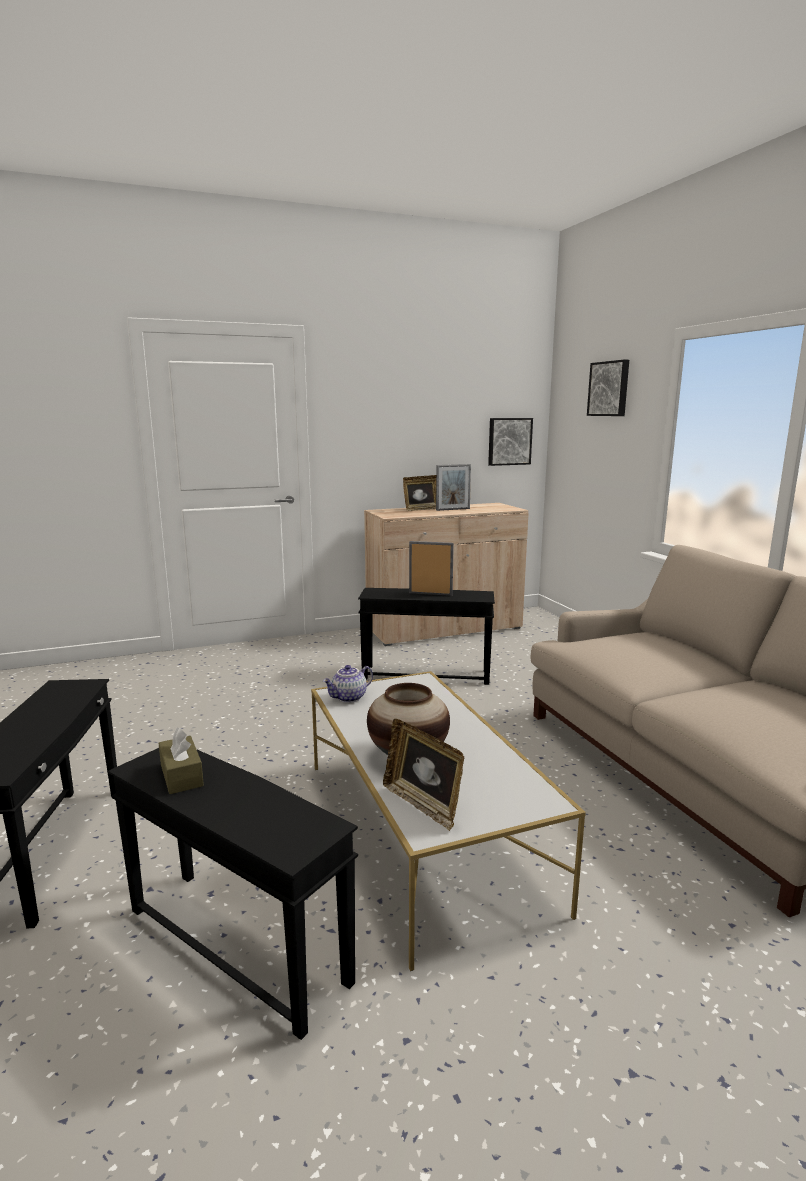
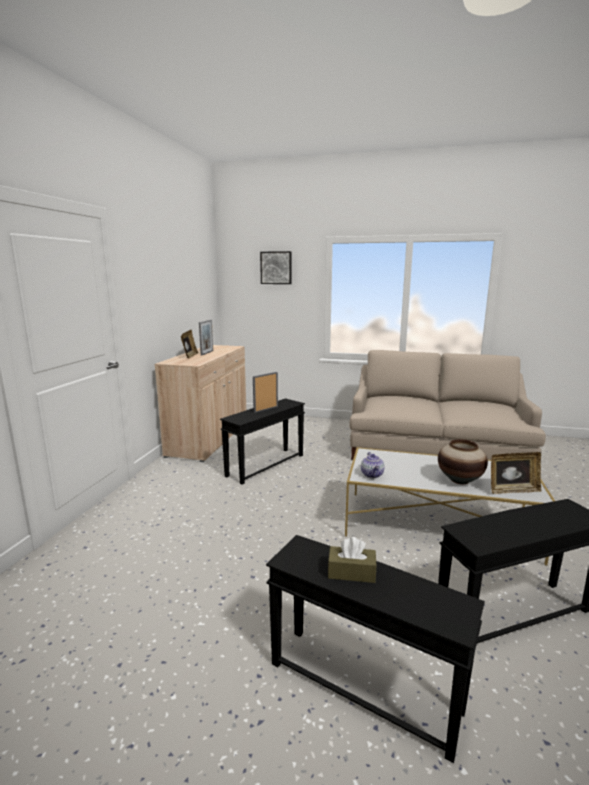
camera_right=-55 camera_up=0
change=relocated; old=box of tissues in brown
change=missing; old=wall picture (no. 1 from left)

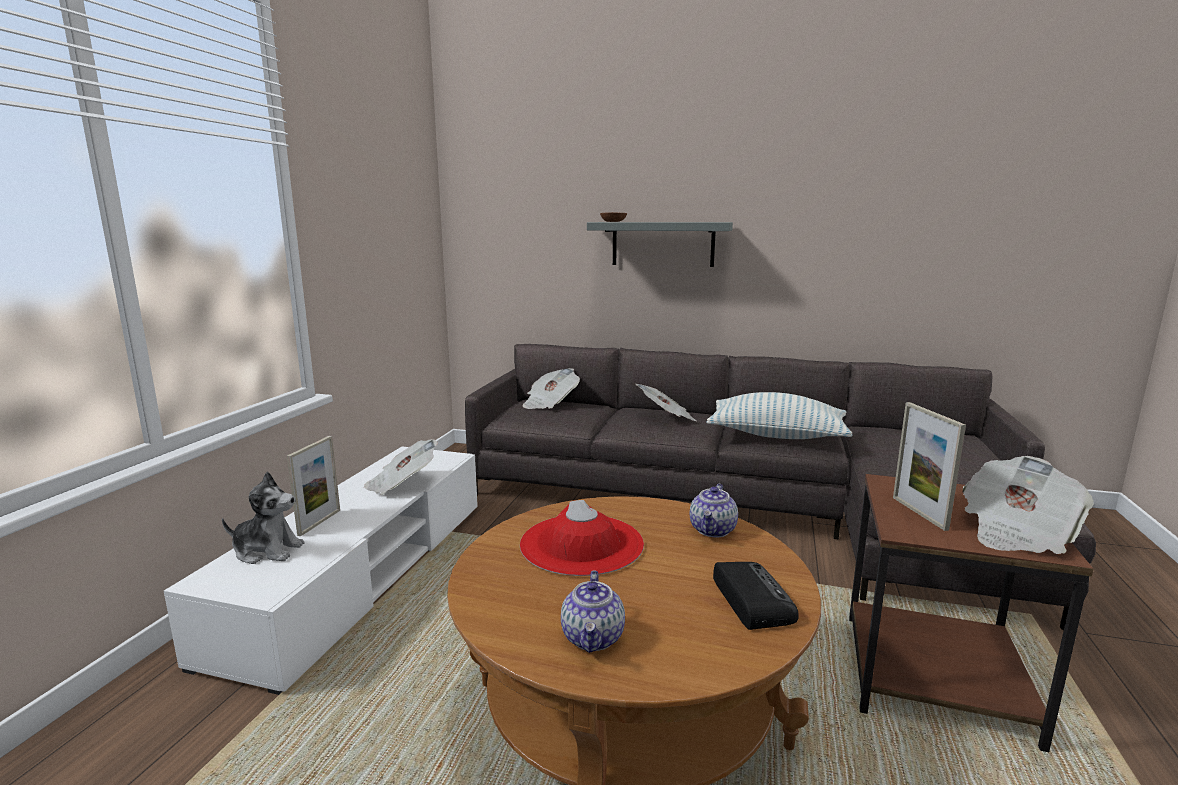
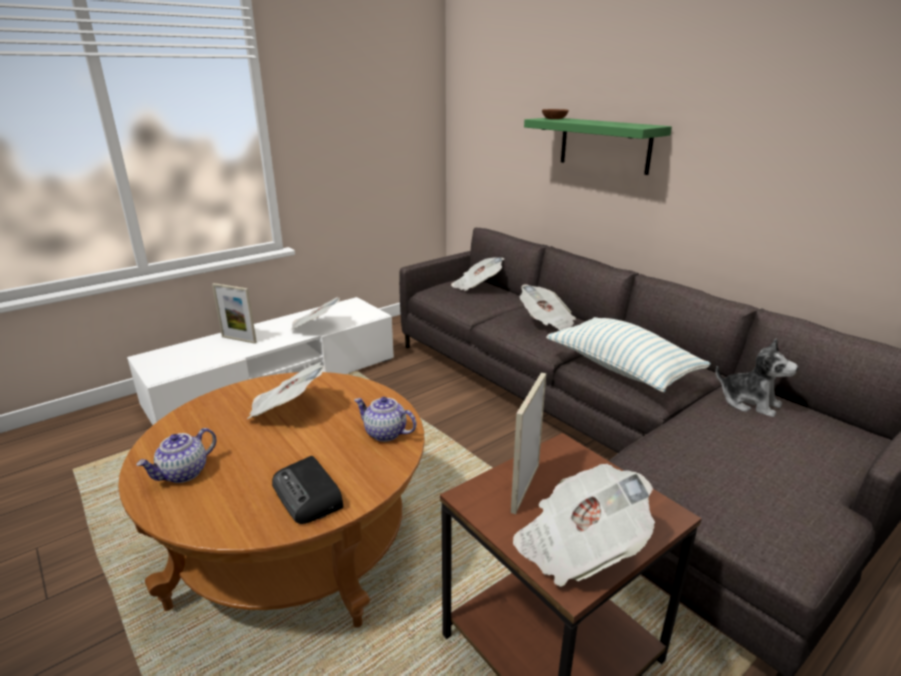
camera_right=35 camera_up=10
change=spun; old=photo frame (no. 1 from left); degrees=60
change=exchanged; old=wearable hat in red-coloured; new=newspaper (no. 1 from left)
change=spun; old=radio; degrees=120
change=spun; old=teapot (no. 2 from left); degrees=60
change=colour; old=bracket shelf in gray; new=bracket shelf in green-coloured
change=relocated; old=cuddly toy

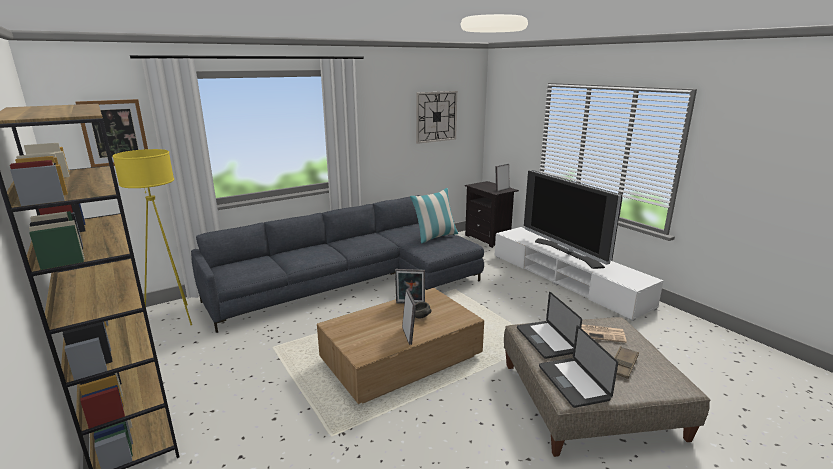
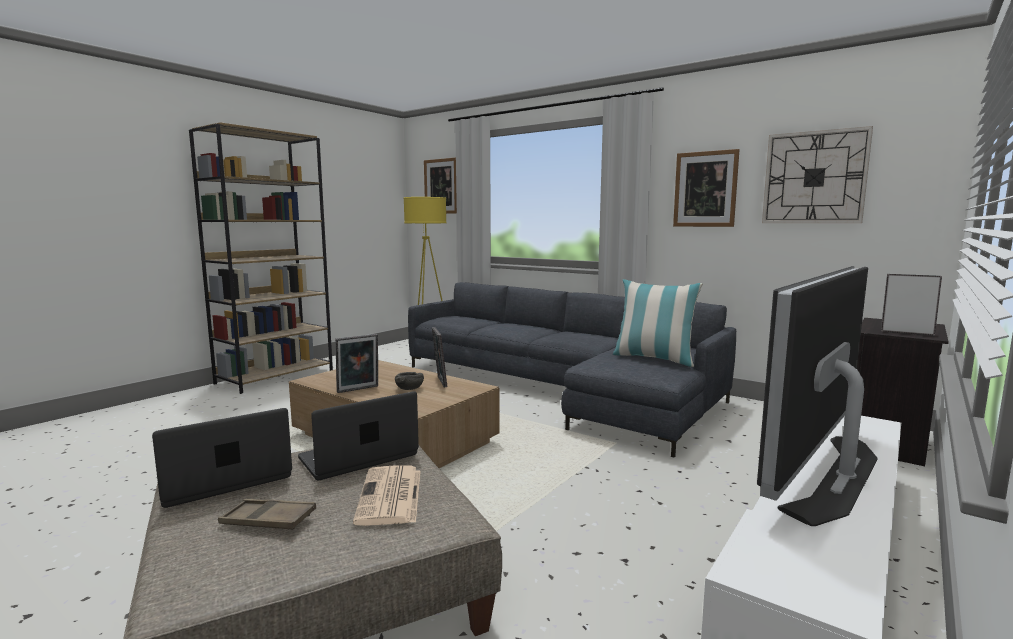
camera_right=70 camera_up=-10
change=appeared; new=wall picture (no. 2 from left)

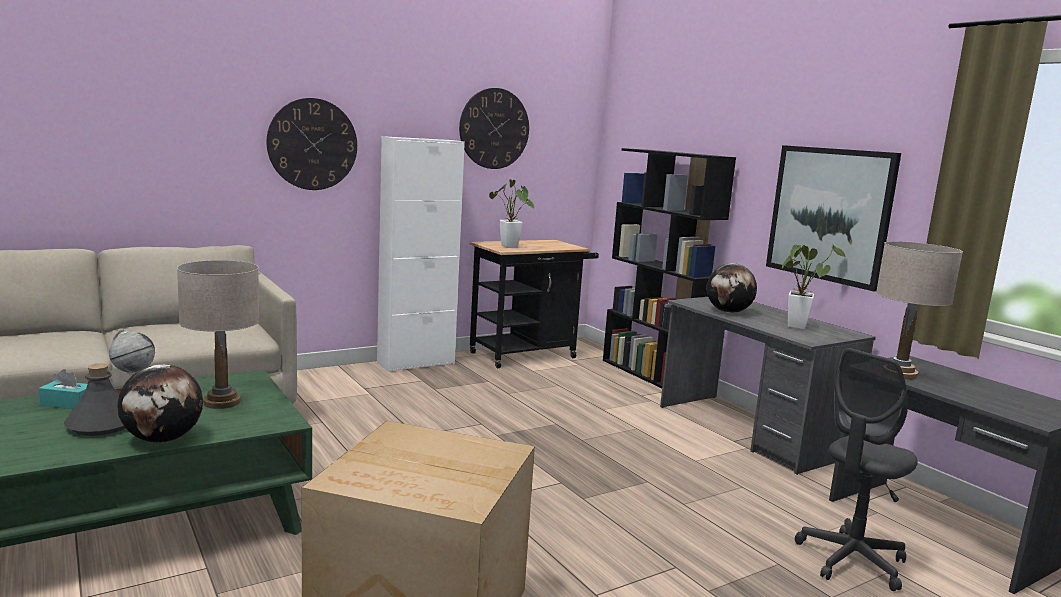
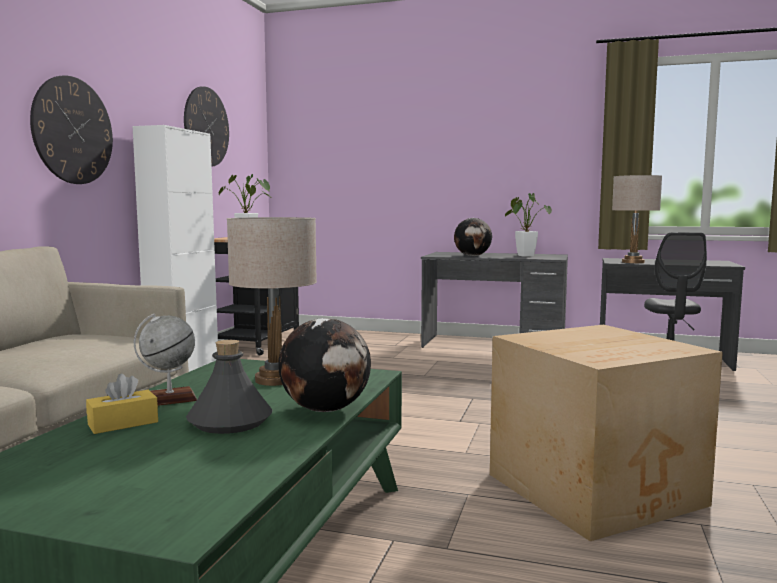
camera_right=-40 camera_up=-5
change=colour; old=box of tissues in turquoise-coloured; new=box of tissues in yellowish
change=missing; old=bookcase in black-coloured
change=missing; old=wall picture

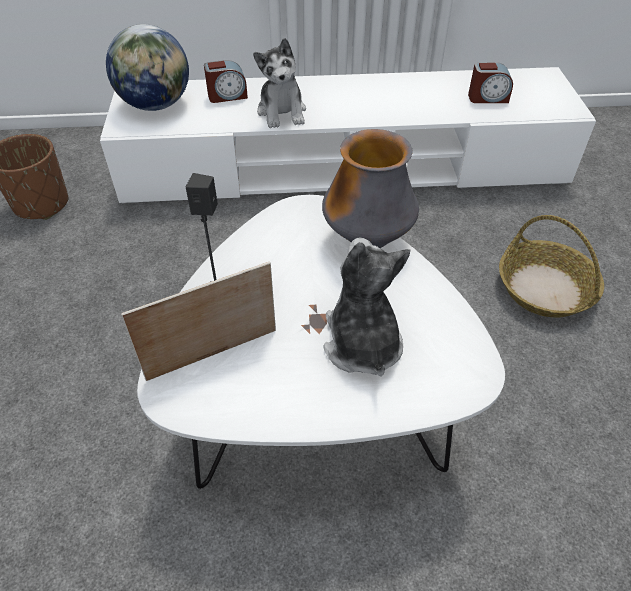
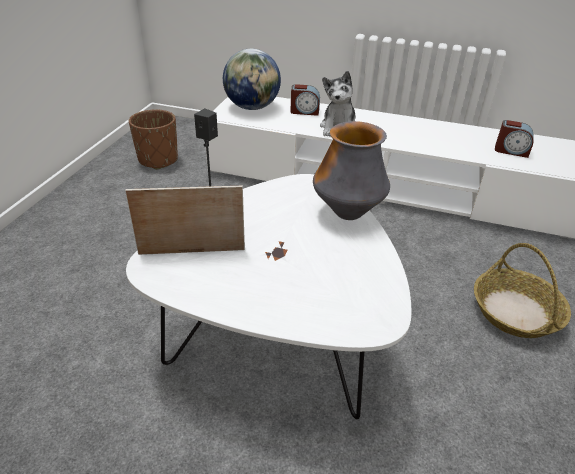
camera_right=20 camera_up=-10
change=missing; old=cuddly toy (no. 2 from left)

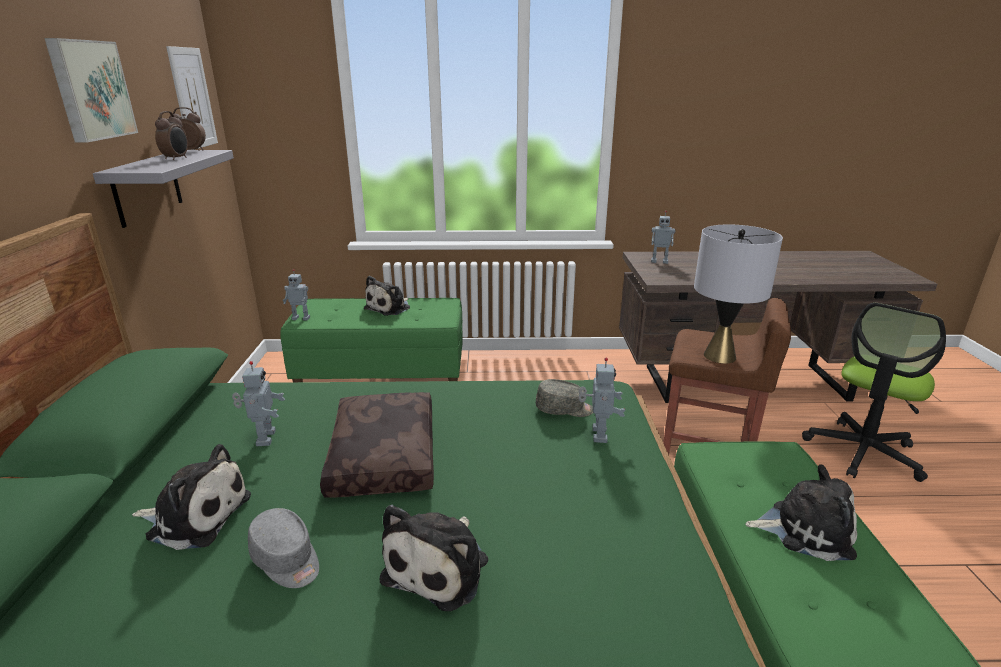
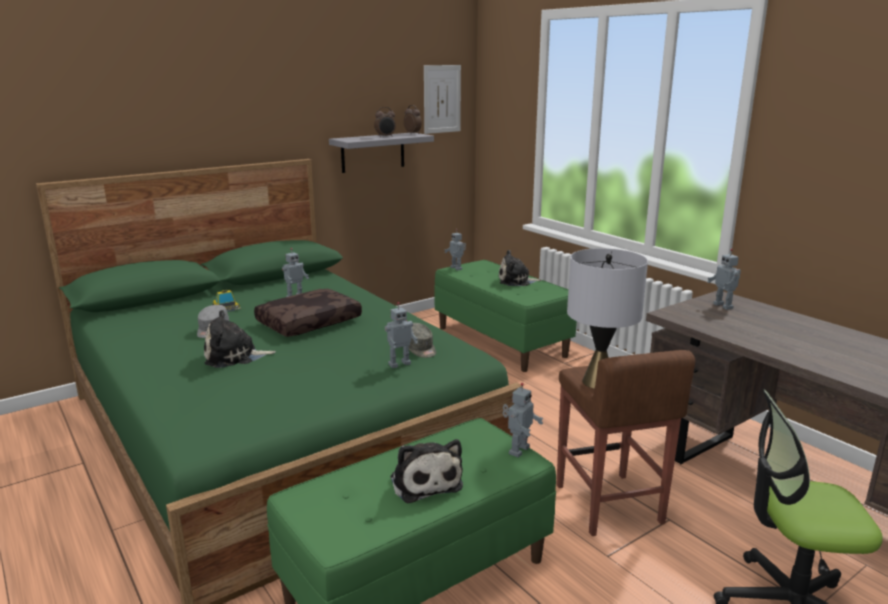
camera_right=55 camera_up=-5
change=exchanged; old=cuddly toy (no. 1 from left); new=miniature car
change=appeared; new=toy robot (no. 4 from left)
change=missing; old=wall picture (no. 1 from left)

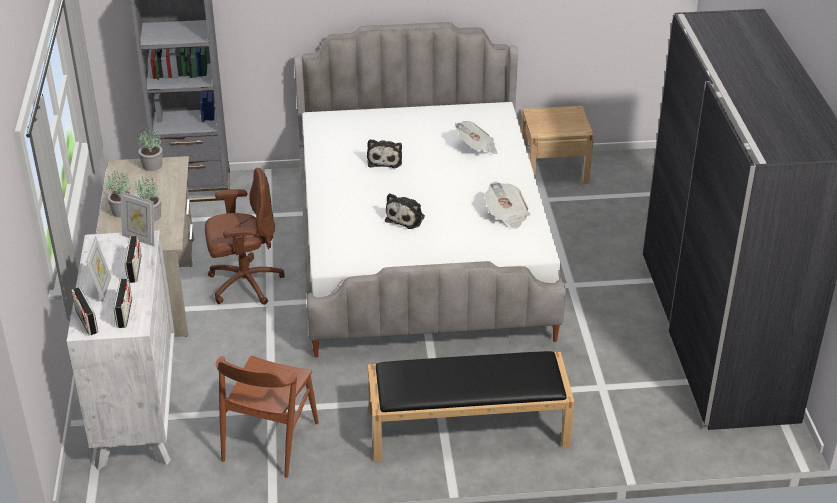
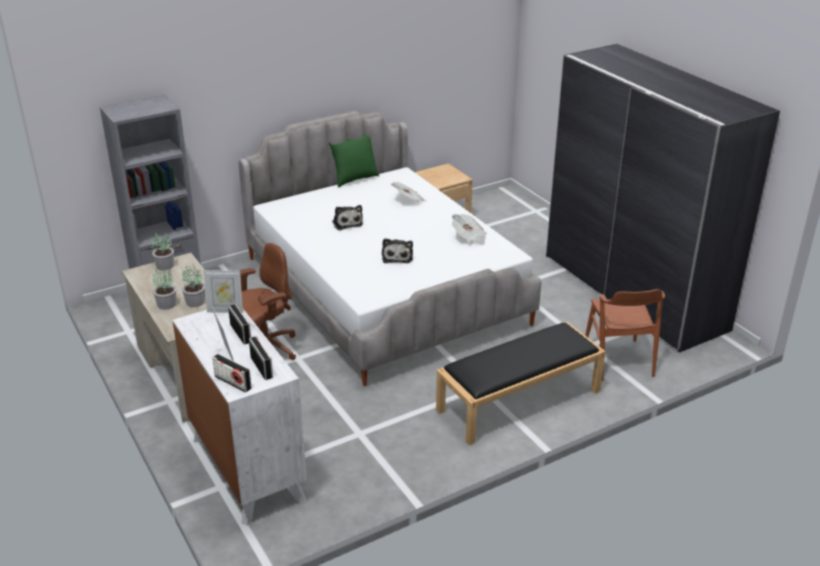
camera_right=-25 camera_up=-5
change=appeared; new=throw pillow in green-coloured
change=relocated; old=plain chair in brown

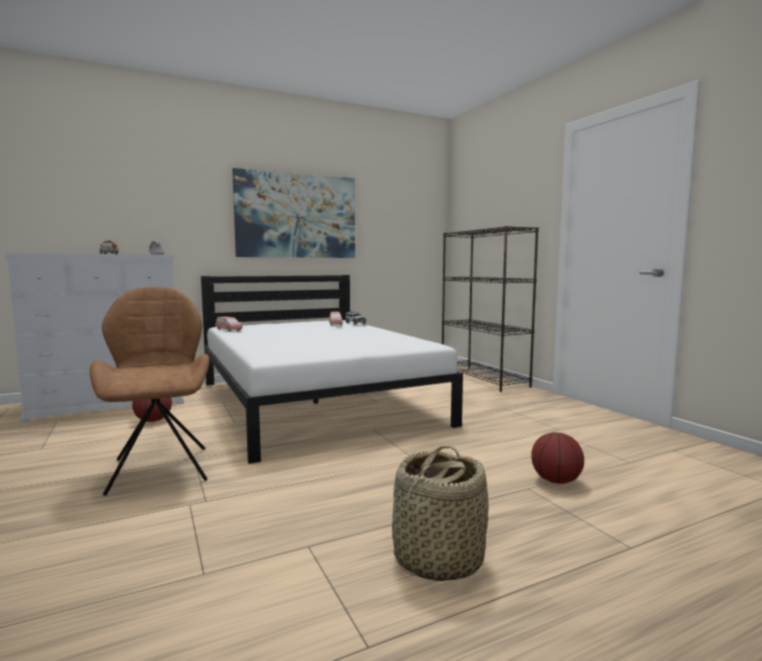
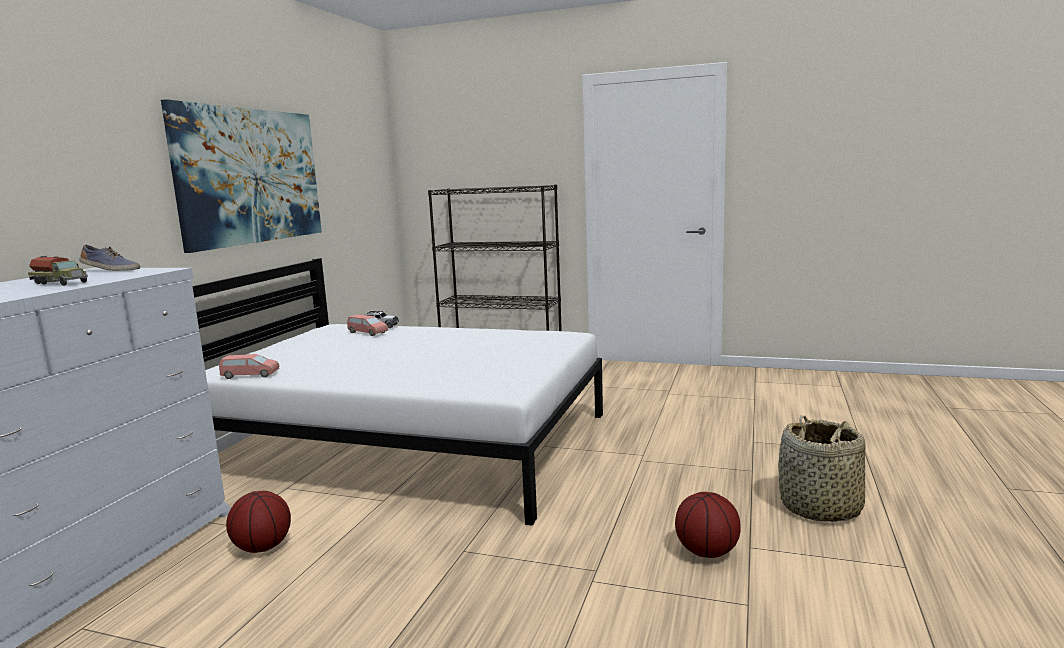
camera_right=-45 camera_up=5
change=relocated; old=ball for basketball (no. 2 from left)
change=missing; old=plain chair in brown

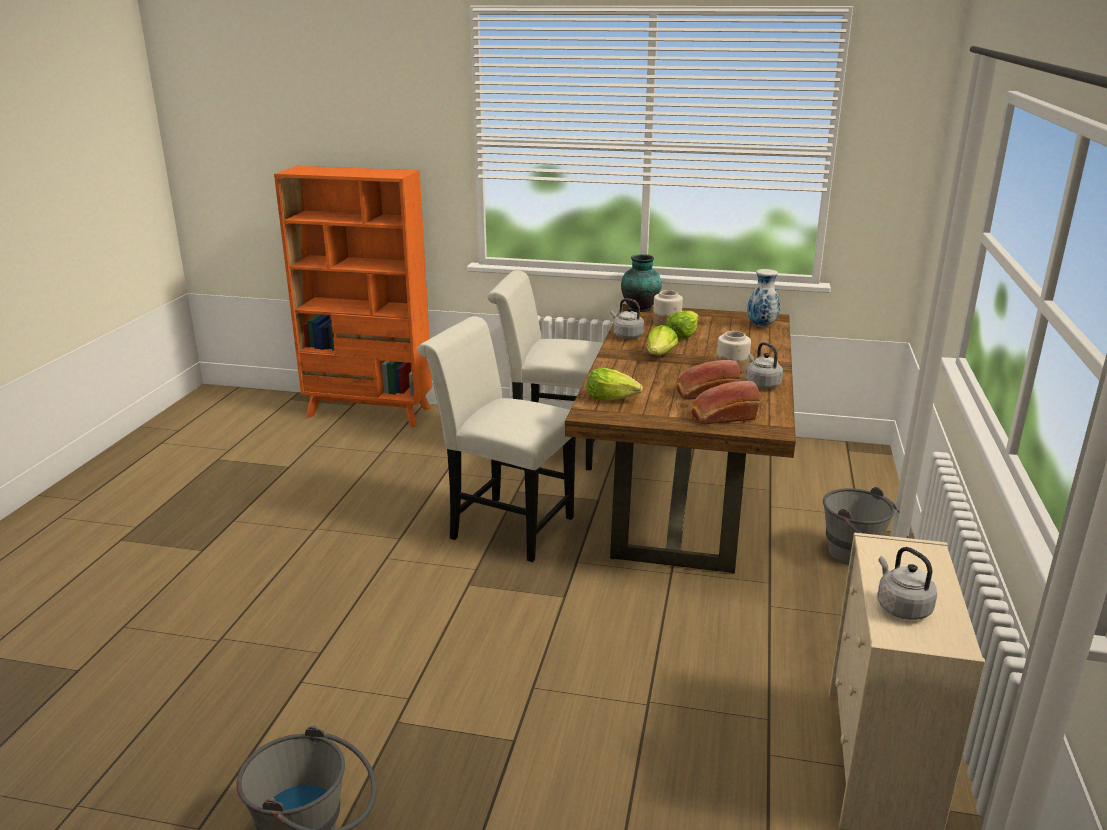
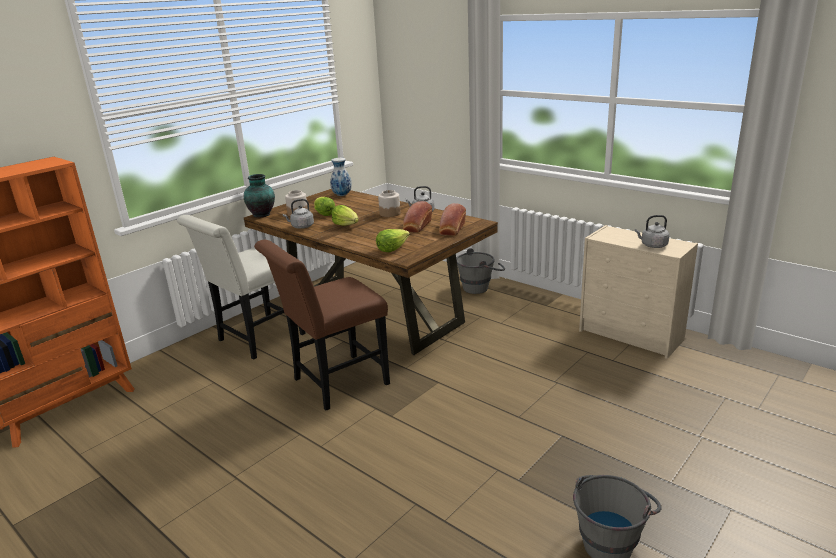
camera_right=-60 camera_up=0
change=colour; old=plain chair in whitish (no. 1 from left); new=plain chair in brown

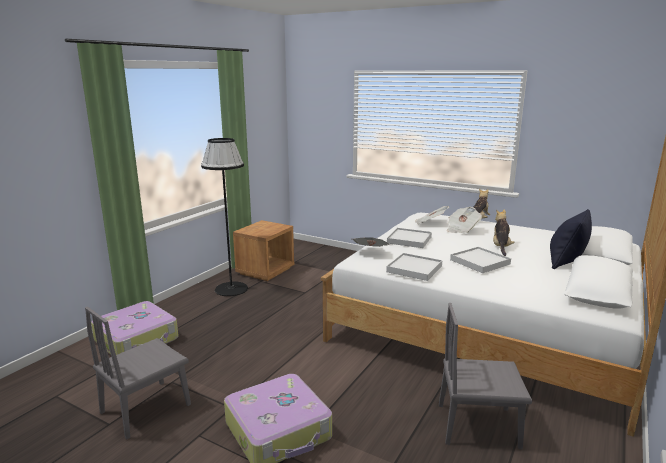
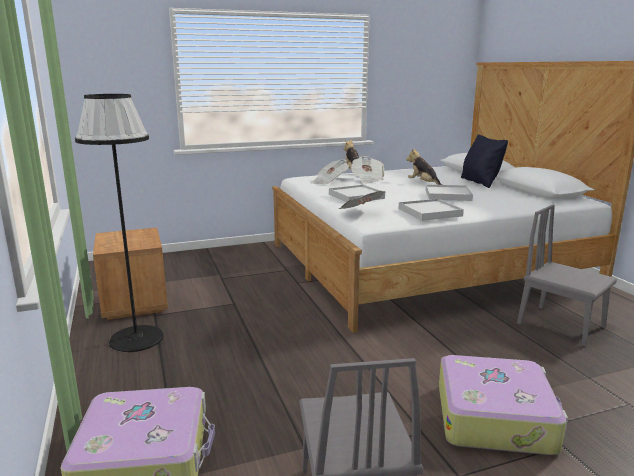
camera_right=-50 camera_up=0
change=spun; old=plain chair in gray (no. 2 from left); degrees=90

